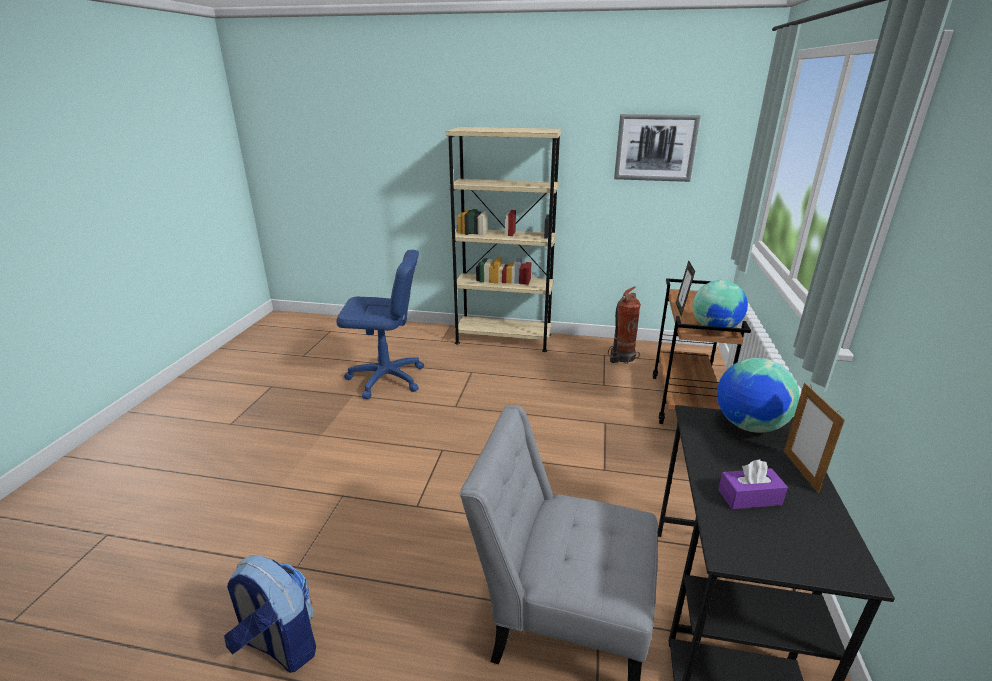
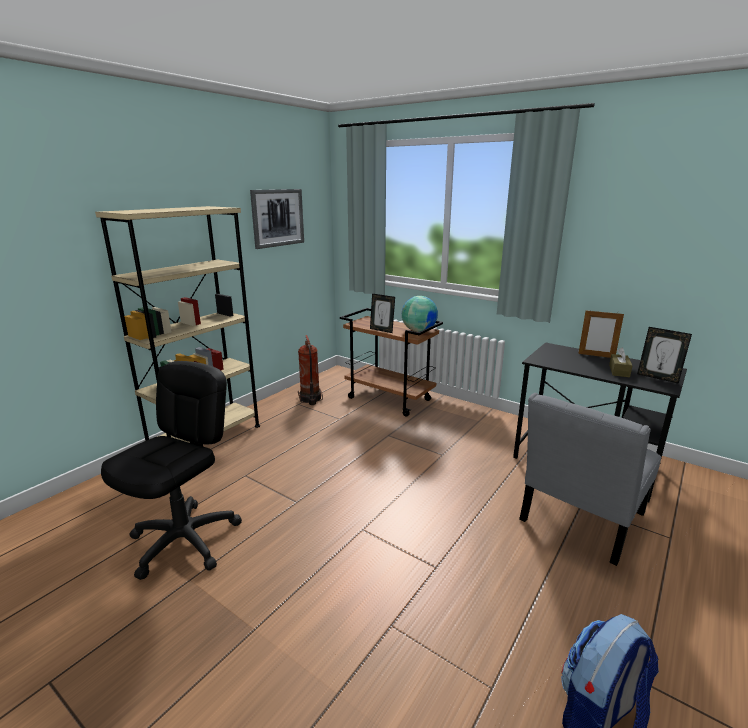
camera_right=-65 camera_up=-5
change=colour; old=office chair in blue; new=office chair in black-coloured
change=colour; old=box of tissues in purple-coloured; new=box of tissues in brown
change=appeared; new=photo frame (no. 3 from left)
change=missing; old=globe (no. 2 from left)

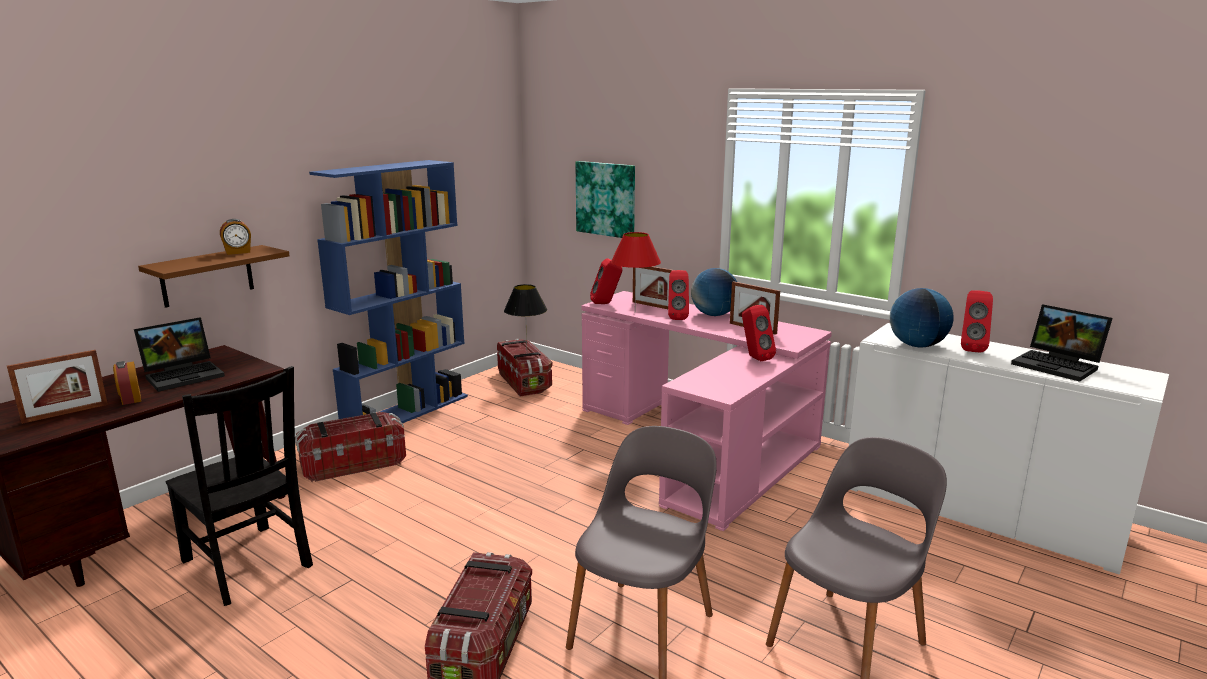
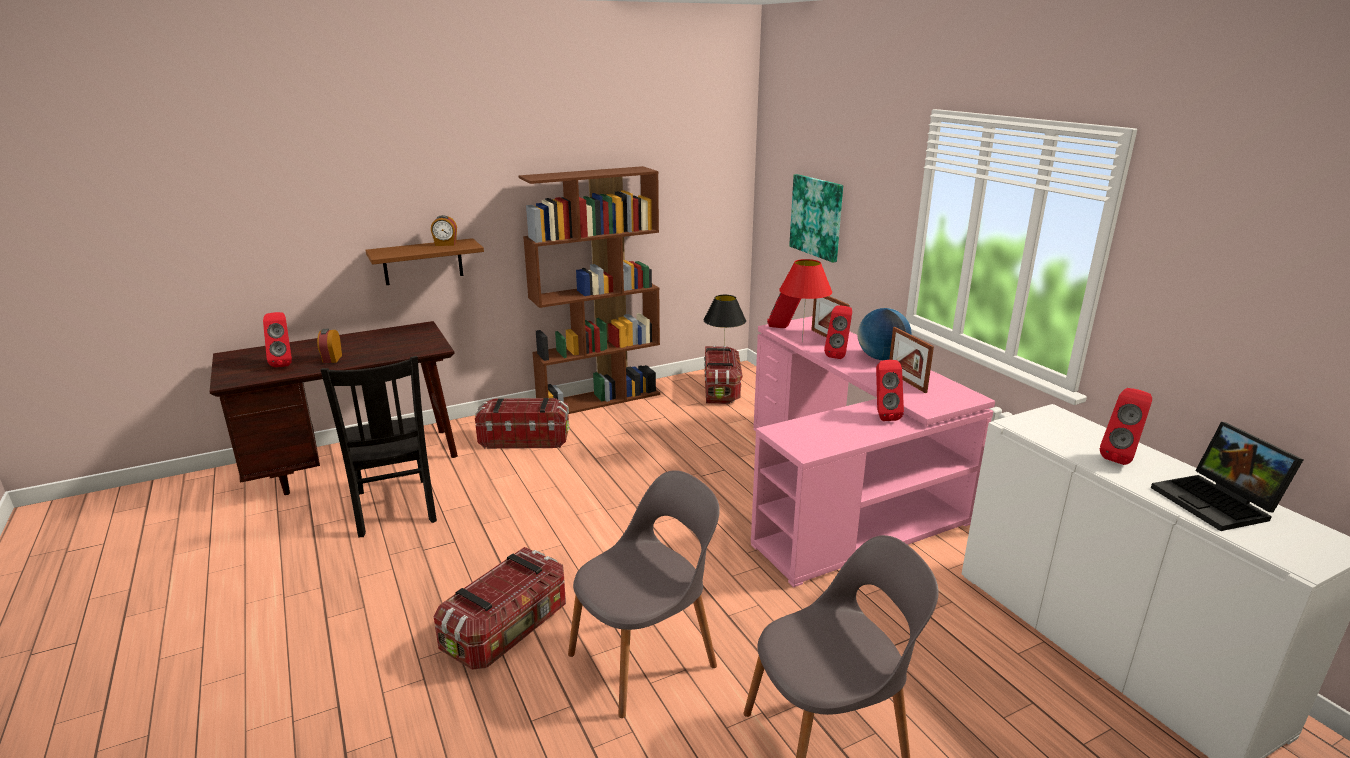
camera_right=25 camera_up=5
change=exchanged; old=photo frame (no. 1 from left); new=speaker in red-coloured (no. 1 from left)
change=colour; old=bookcase in blue; new=bookcase in brown
change=missing; old=laptop (no. 1 from left)
change=missing; old=globe (no. 2 from left)

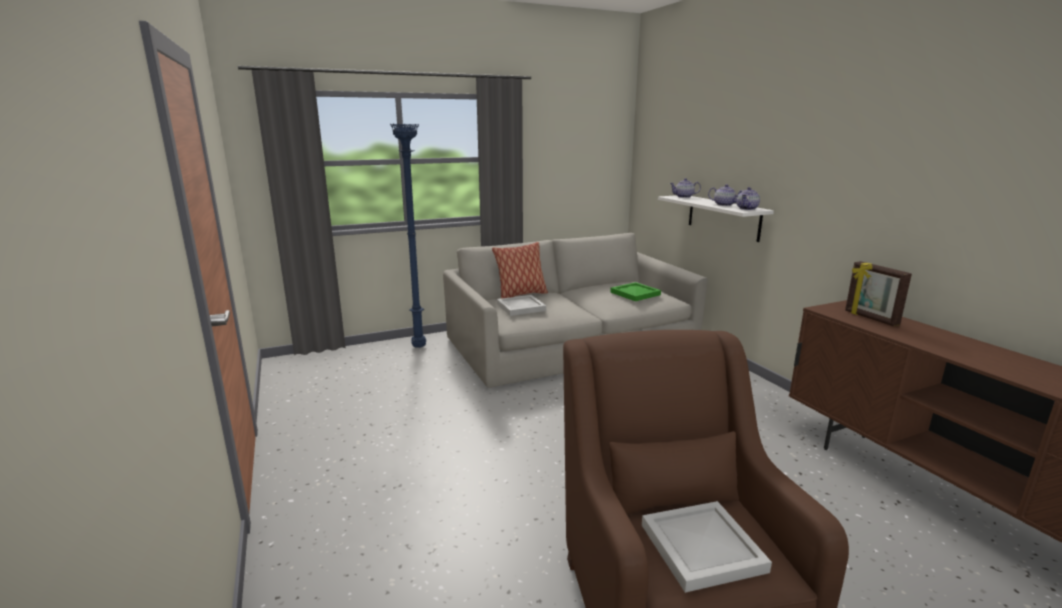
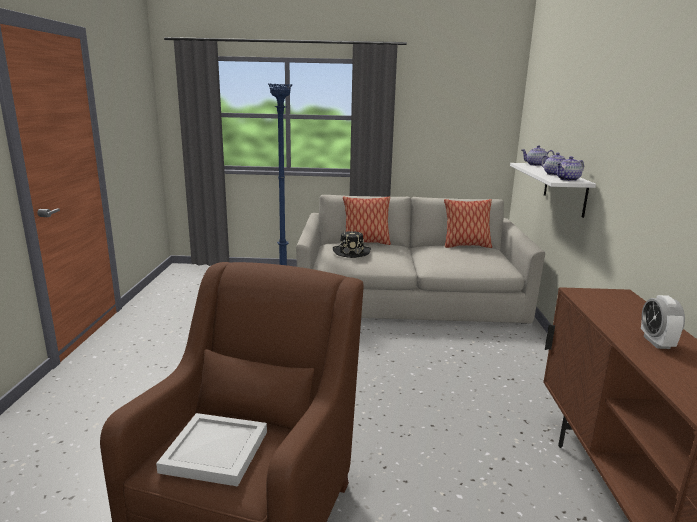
camera_right=25 camera_up=0
change=exchanged; old=tray in whitish (no. 1 from left); new=wearable hat in black-coloured
change=appeared; new=throw pillow (no. 2 from left)
change=appeared; new=bedside clock
change=missing; old=tray in green-coloured
change=missing; old=photo frame

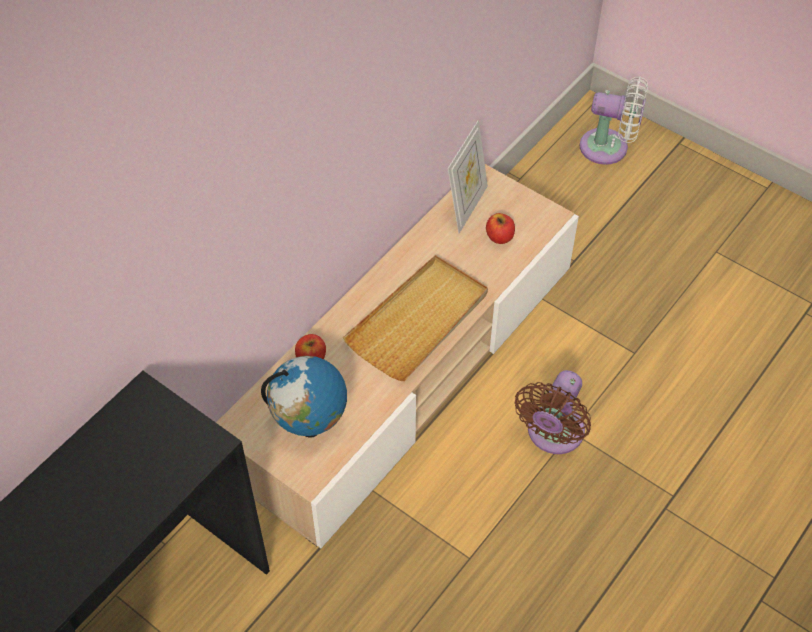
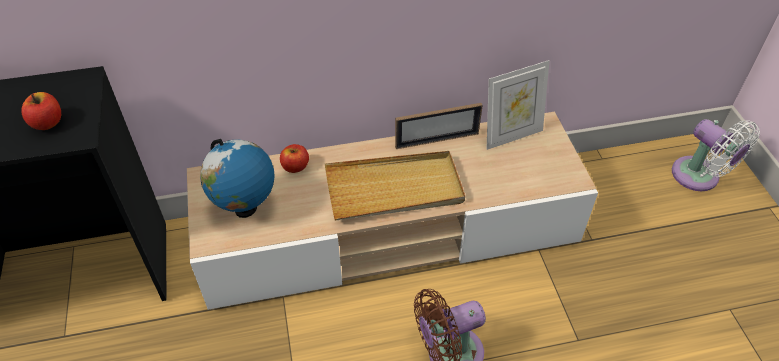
camera_right=40 camera_up=-5
change=relocated; old=apple fruit (no. 2 from left in the first image); new=apple fruit (no. 1 from left)
change=appeared; new=photo frame (no. 1 from left)

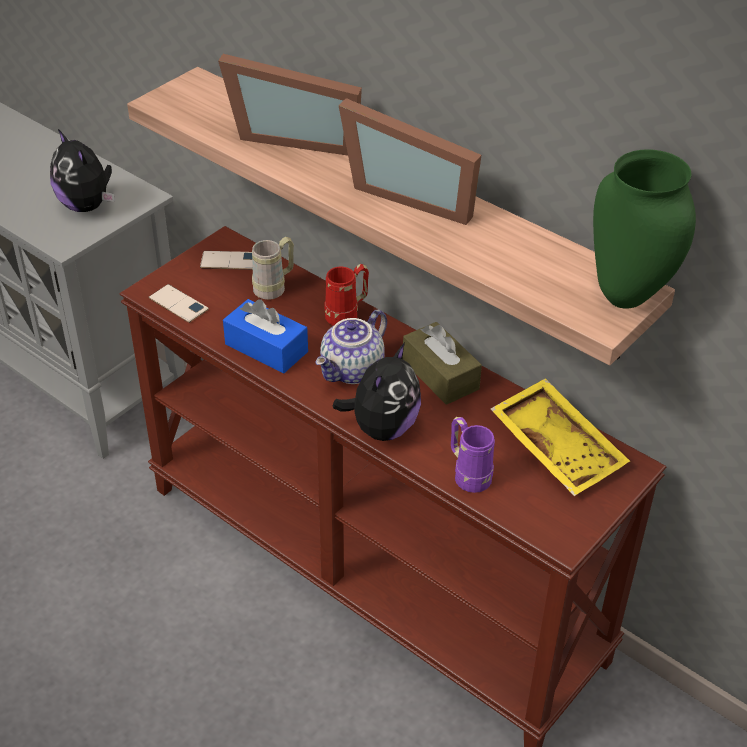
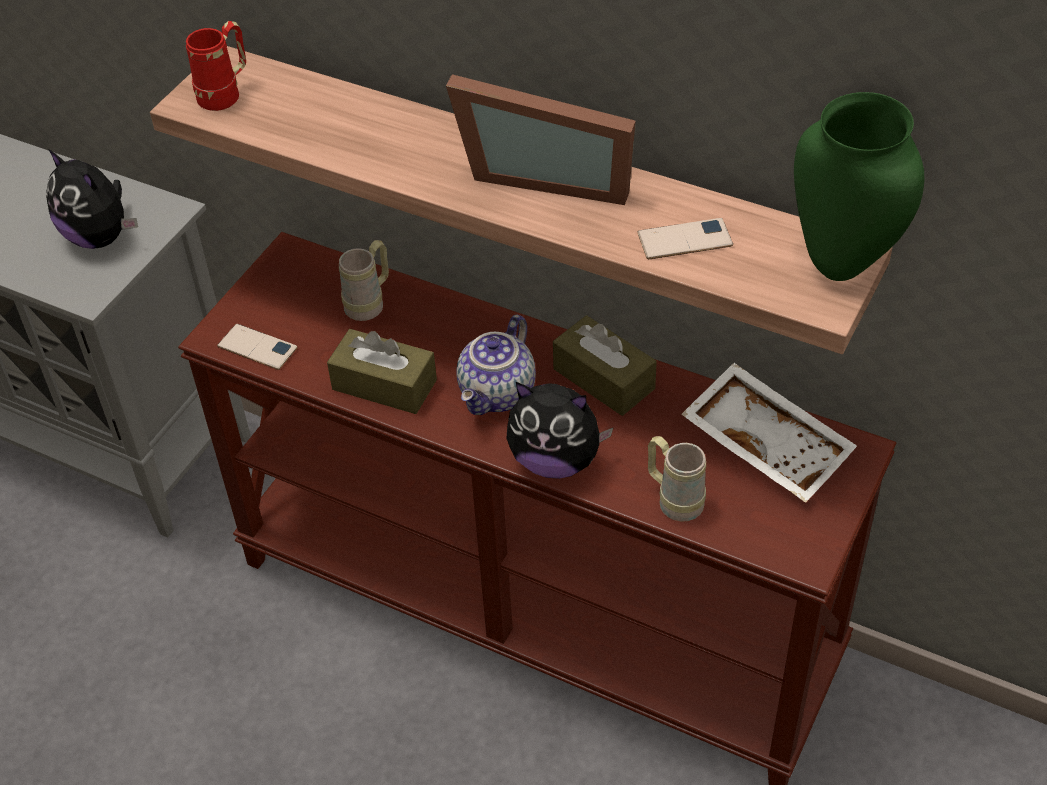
camera_right=-10 camera_up=5
change=relocated; old=coffee mug in red-coloured
change=colour; old=box of tissues in blue; new=box of tissues in brown (no. 1 from left)
change=spun; old=cuddly toy (no. 2 from left); degrees=90
change=relocated; old=telephone (no. 2 from left)
change=colour; old=coffee mug in purple-coloured; new=coffee mug in beige-coloured (no. 2 from left)
change=colour; old=tray in yellowish; new=tray in whitish
change=missing; old=photo frame (no. 1 from left)

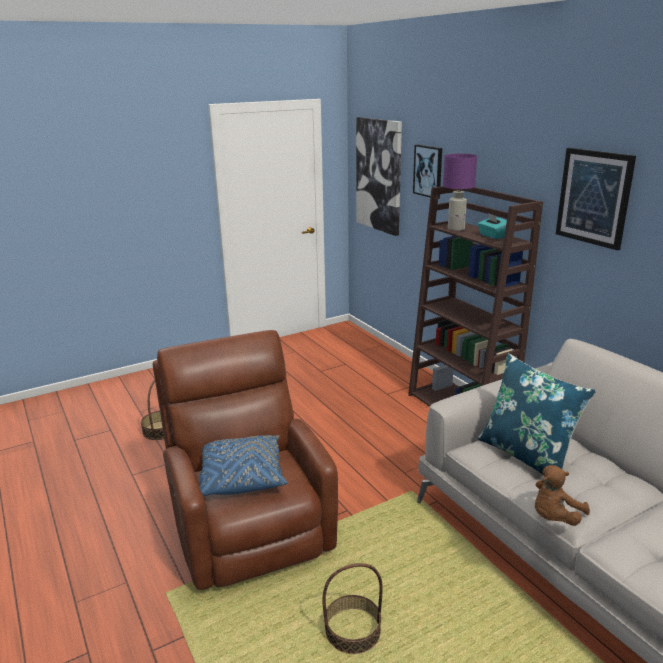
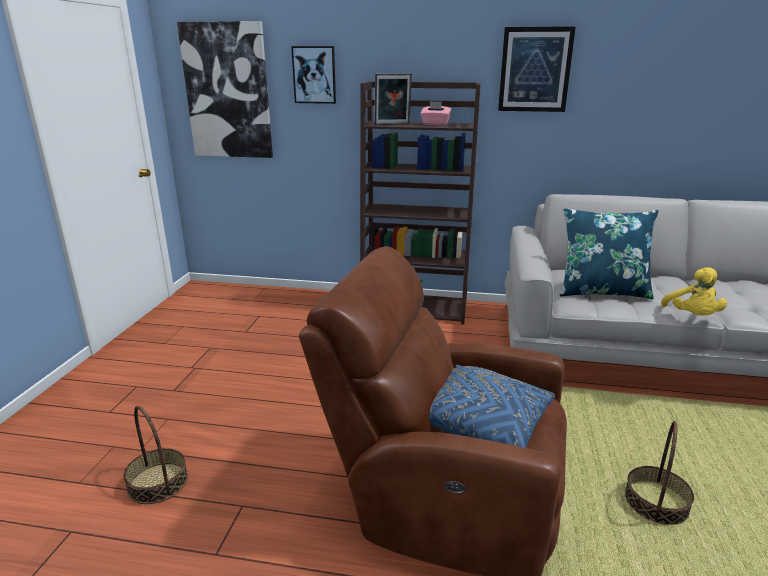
camera_right=-50 camera_up=0
change=exchanged; old=tabletop lamp in purple-coloured; new=photo frame
change=colour; old=box of tissues in turquoise-coloured; new=box of tissues in pink
change=colour; old=cuddly toy in brown; new=cuddly toy in yellowish

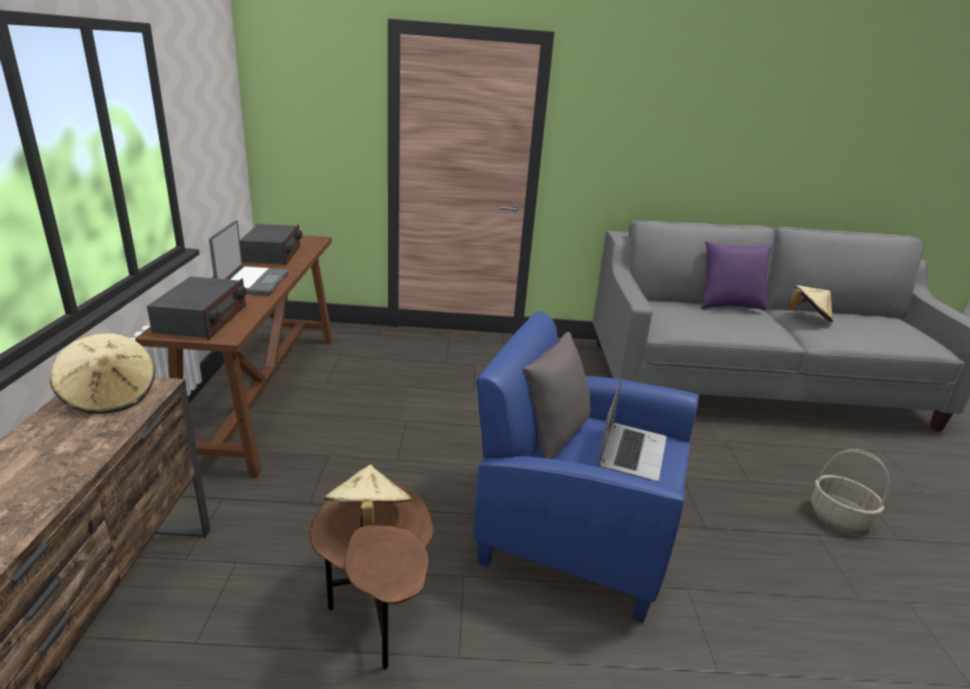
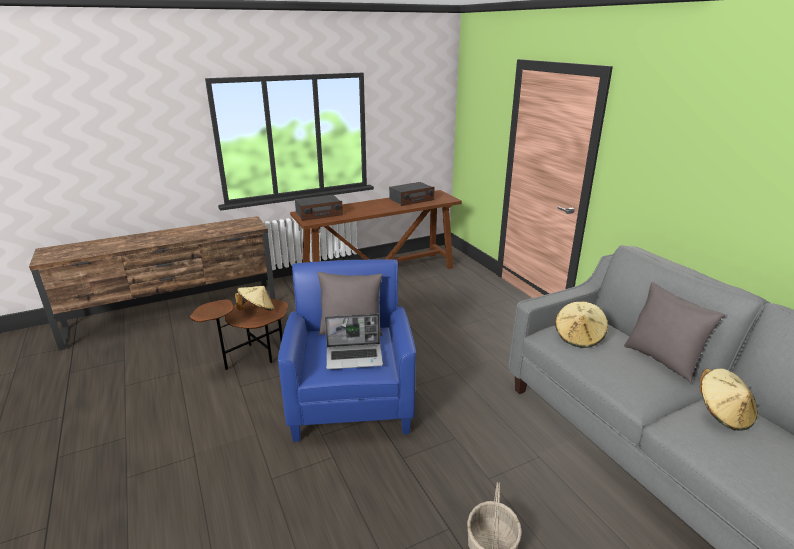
camera_right=65 camera_up=0
change=relocated; old=wearable hat in beige-coloured (no. 1 from left in the first image); new=wearable hat in beige-coloured (no. 2 from left)
change=colour; old=throw pillow in purple-coloured; new=throw pillow in gray (no. 2 from left)
change=missing; old=laptop (no. 1 from left)

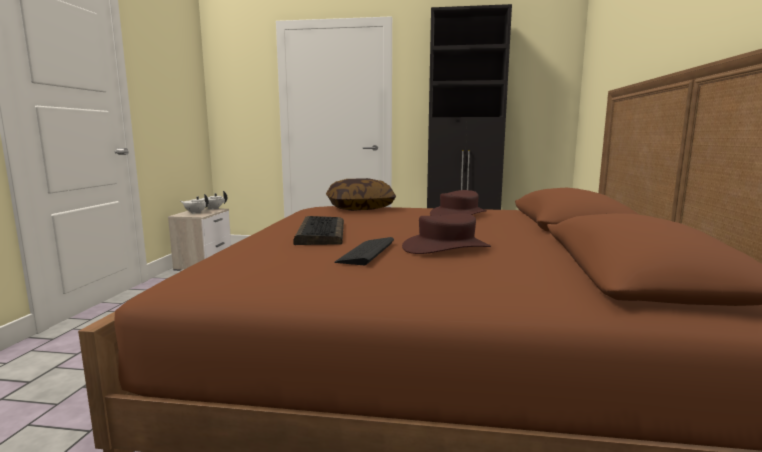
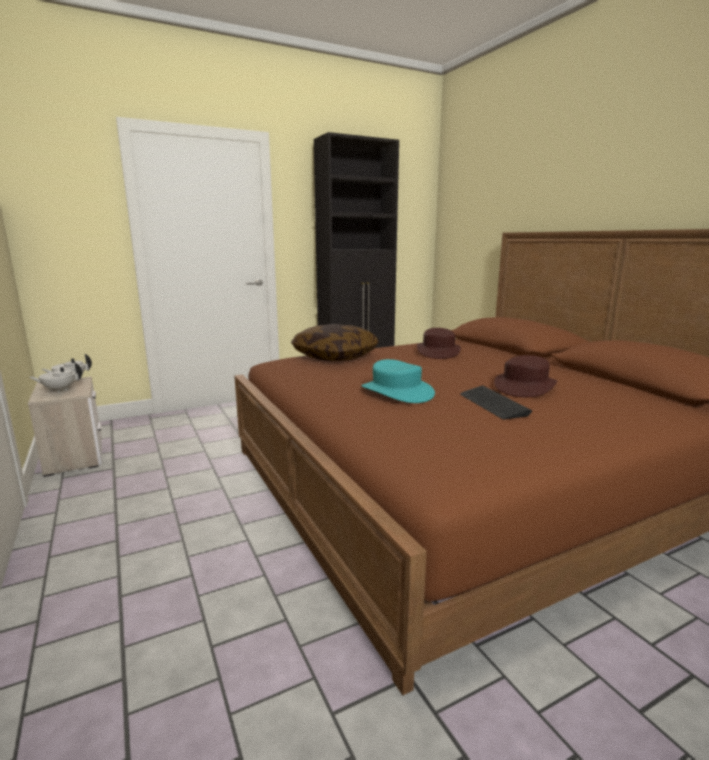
camera_right=-35 camera_up=5
change=exchanged; old=computer keyboard (no. 1 from left); new=wearable hat in turquoise-coloured

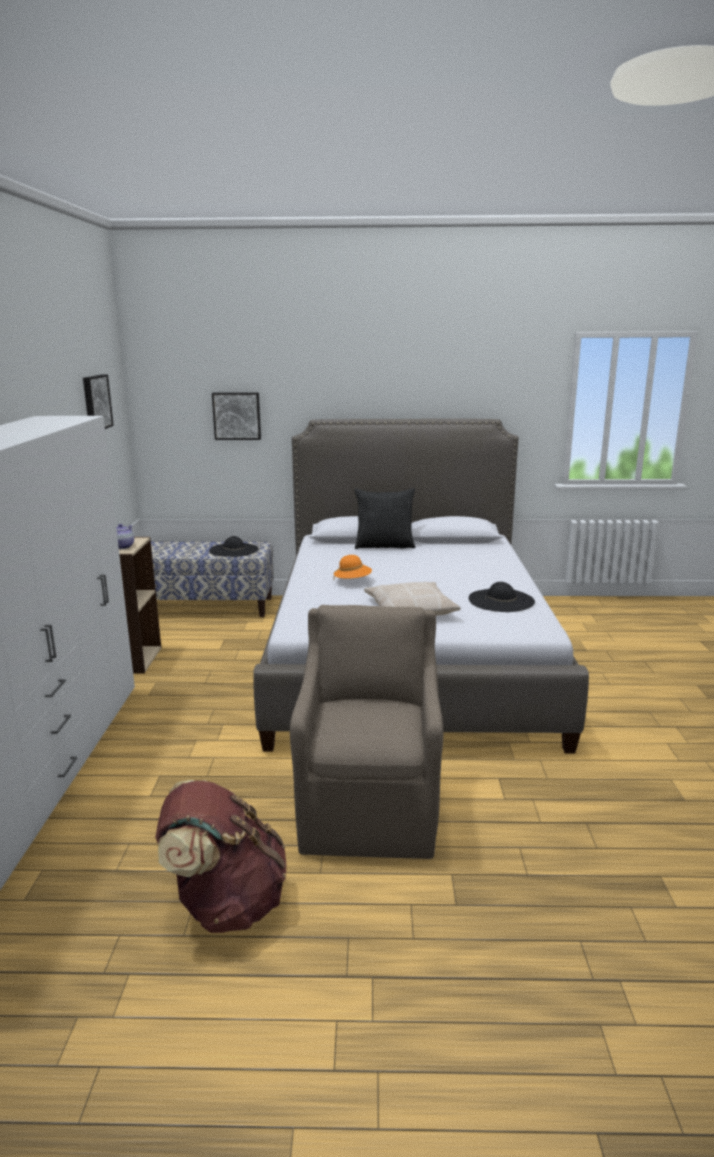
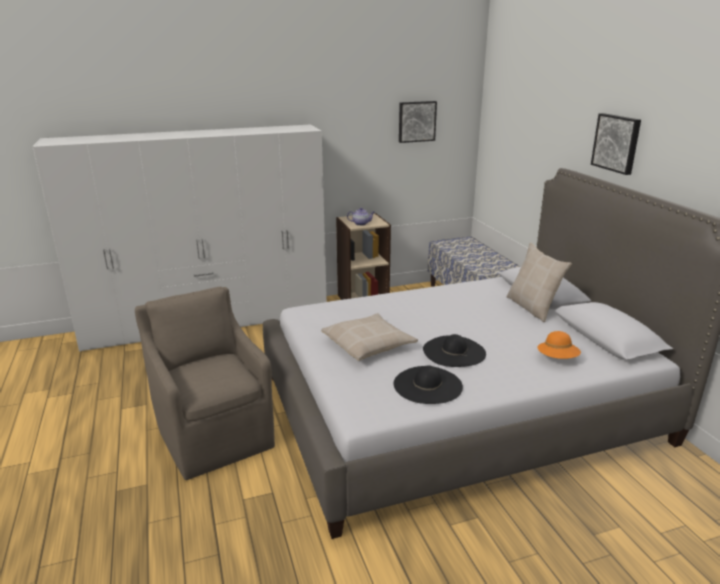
camera_right=70 camera_up=5
change=spun; old=lounge chair in brown; degrees=-105
change=relocated; old=wearable hat in black-coloured (no. 1 from left in the first image); new=wearable hat in black-coloured (no. 2 from left)
change=colour; old=throw pillow in black-coloured; new=throw pillow in beige-coloured (no. 2 from left)
change=relocated; old=wearable hat in orange
change=relocated; old=wall picture (no. 2 from left)
change=missing; old=rucksack in brown

